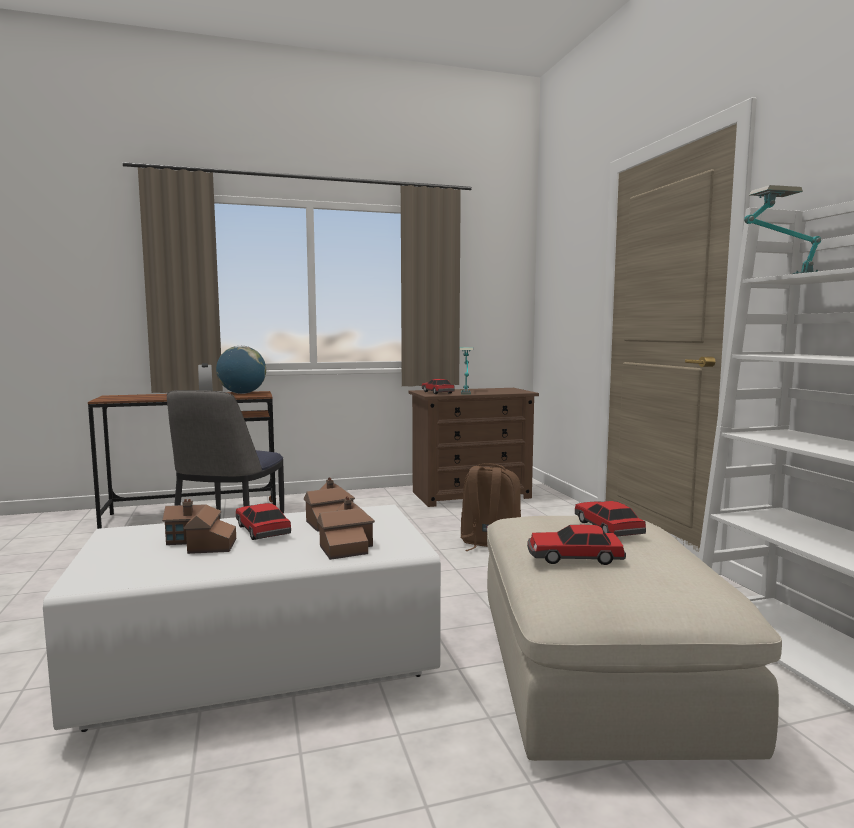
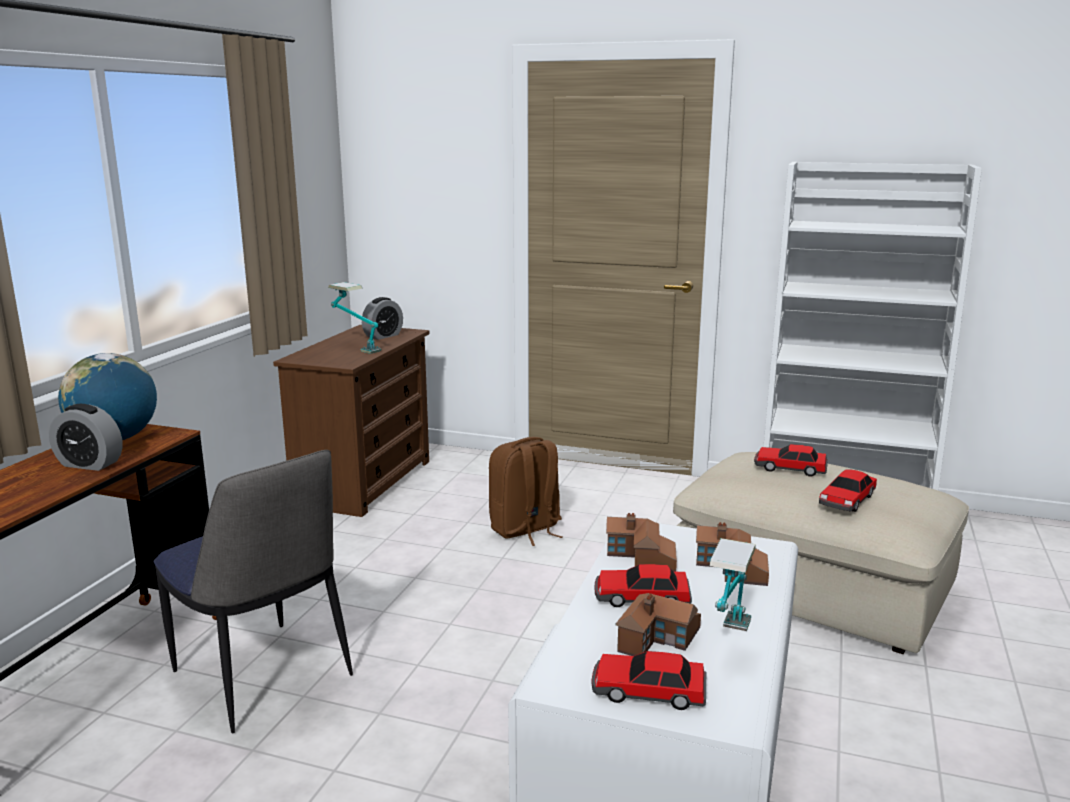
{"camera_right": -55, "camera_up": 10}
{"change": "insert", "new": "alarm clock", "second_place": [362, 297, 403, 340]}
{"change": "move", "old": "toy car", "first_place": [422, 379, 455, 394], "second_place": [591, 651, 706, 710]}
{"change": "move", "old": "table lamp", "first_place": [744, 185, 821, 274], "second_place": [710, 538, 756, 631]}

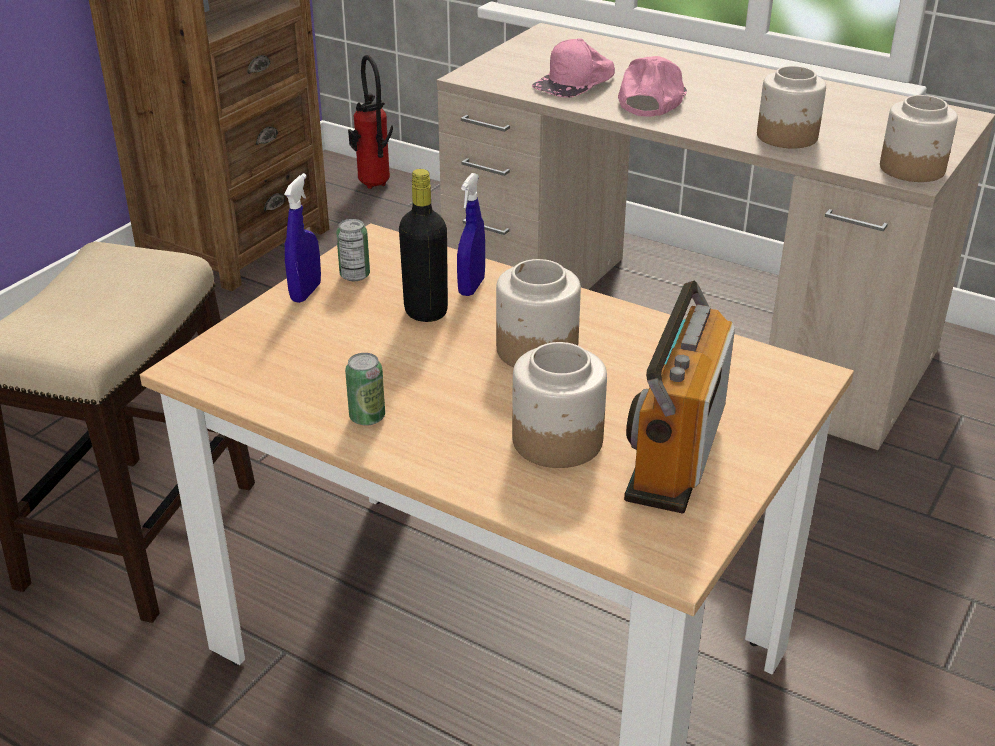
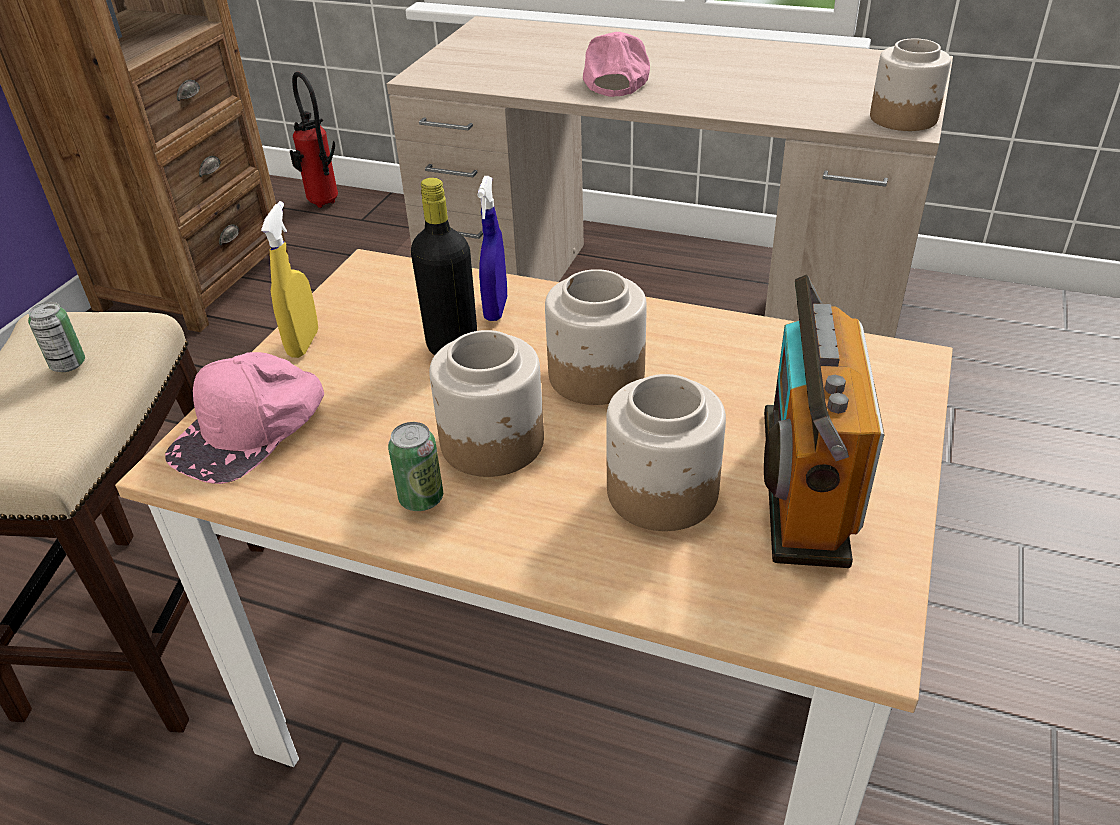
{"camera_right": -10, "camera_up": 5}
{"change": "move", "old": "can", "first_place": [336, 219, 370, 281], "second_place": [28, 302, 85, 372]}
{"change": "move", "old": "cap/pink", "first_place": [532, 38, 615, 98], "second_place": [165, 352, 324, 484]}
{"change": "recolor", "old": "spray bottle/blue", "new": "spray bottle/yellow", "first_place": [284, 173, 321, 303], "second_place": [261, 201, 318, 358]}
{"change": "move", "old": "jar", "first_place": [757, 66, 826, 148], "second_place": [429, 330, 544, 477]}

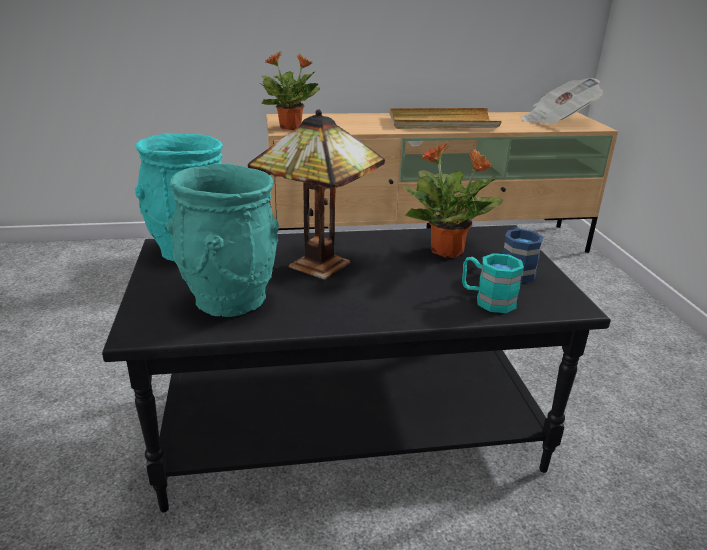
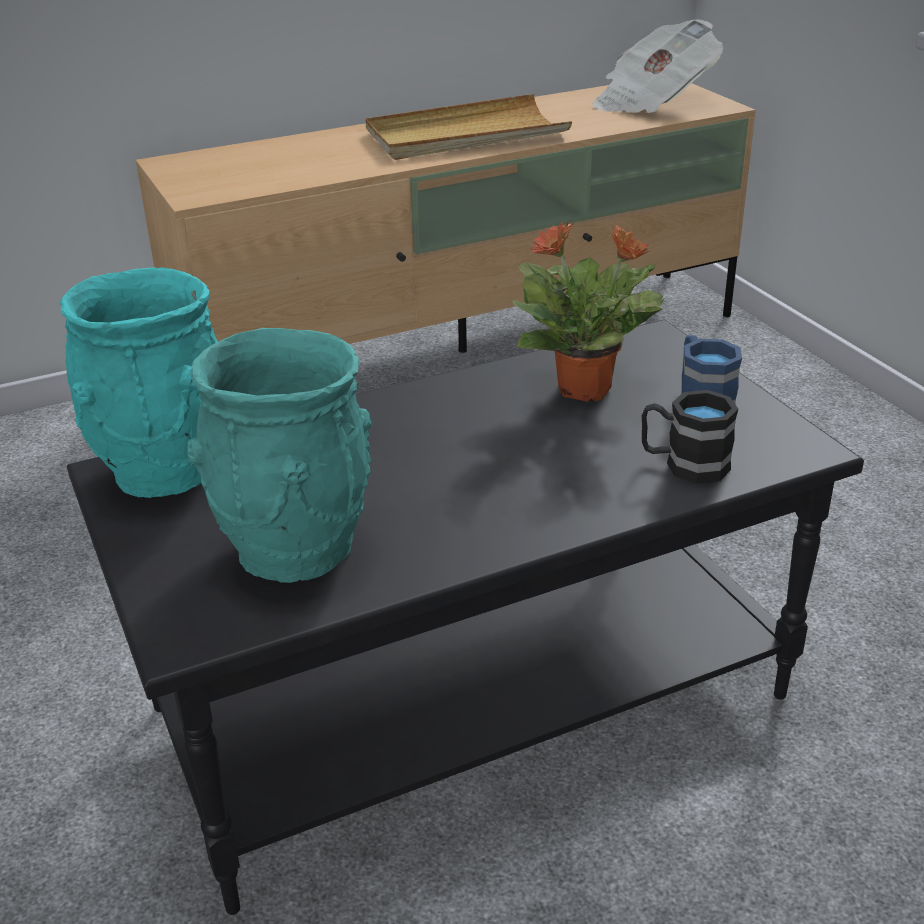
{"camera_right": -15, "camera_up": 5}
{"change": "recolor", "old": "mug/turquoise", "new": "mug/black", "first_place": [462, 253, 524, 313], "second_place": [642, 390, 738, 484]}
{"change": "delete", "old": "table lamp", "first_place": [248, 109, 385, 280]}
{"change": "delete", "old": "potted plant", "first_place": [260, 51, 320, 130]}

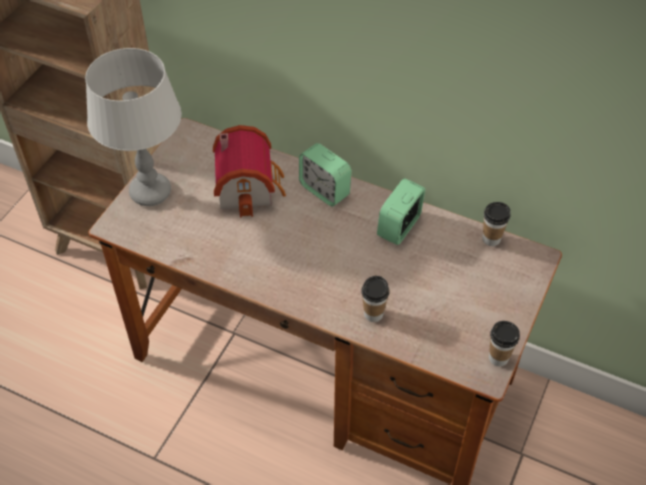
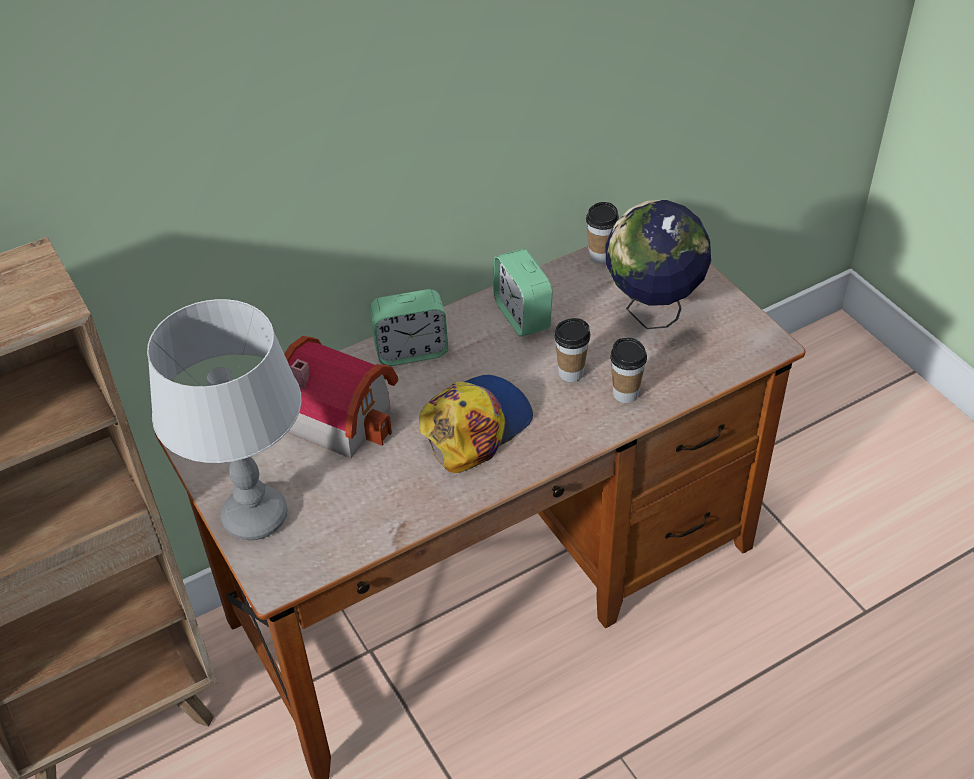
{"camera_right": -55, "camera_up": -5}
{"change": "insert", "new": "cap", "second_place": [419, 375, 533, 473]}
{"change": "move", "old": "cup", "first_place": [489, 321, 520, 367], "second_place": [554, 318, 590, 382]}
{"change": "insert", "new": "globe", "second_place": [605, 200, 711, 329]}

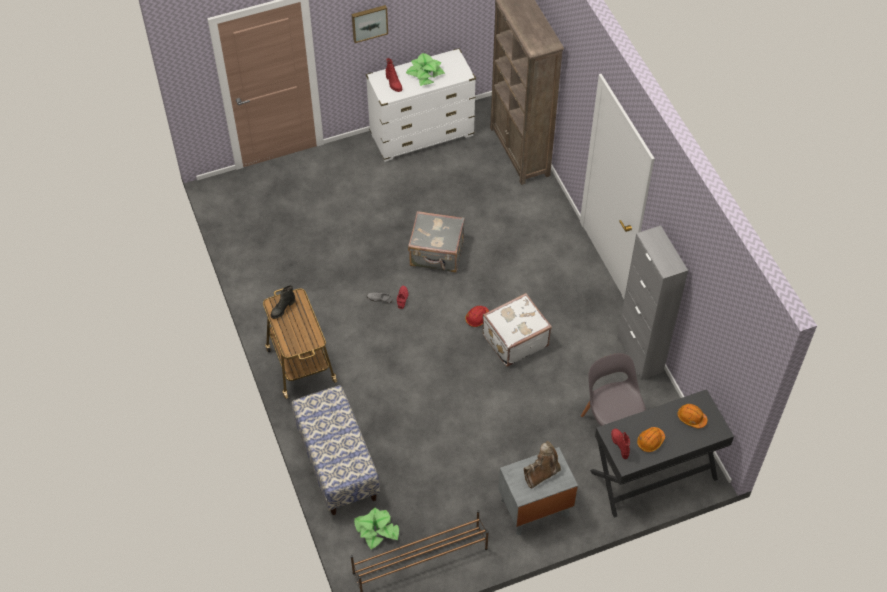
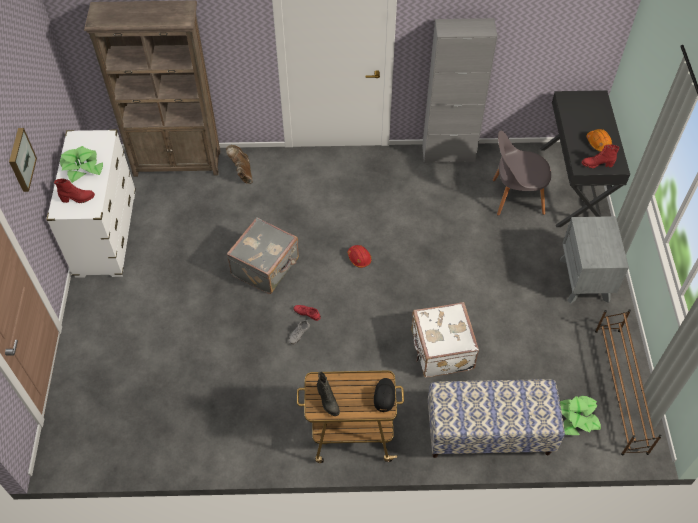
{"camera_right": -70, "camera_up": 0}
{"change": "move", "old": "boot/brown", "first_place": [524, 441, 561, 488], "second_place": [226, 145, 253, 184]}
{"change": "insert", "new": "cap/black", "second_place": [374, 378, 395, 412]}
{"change": "move", "old": "suitcase/white", "first_place": [483, 293, 552, 366], "second_place": [411, 302, 479, 377]}
{"change": "delete", "old": "hard hat/orange", "first_place": [677, 404, 708, 428]}

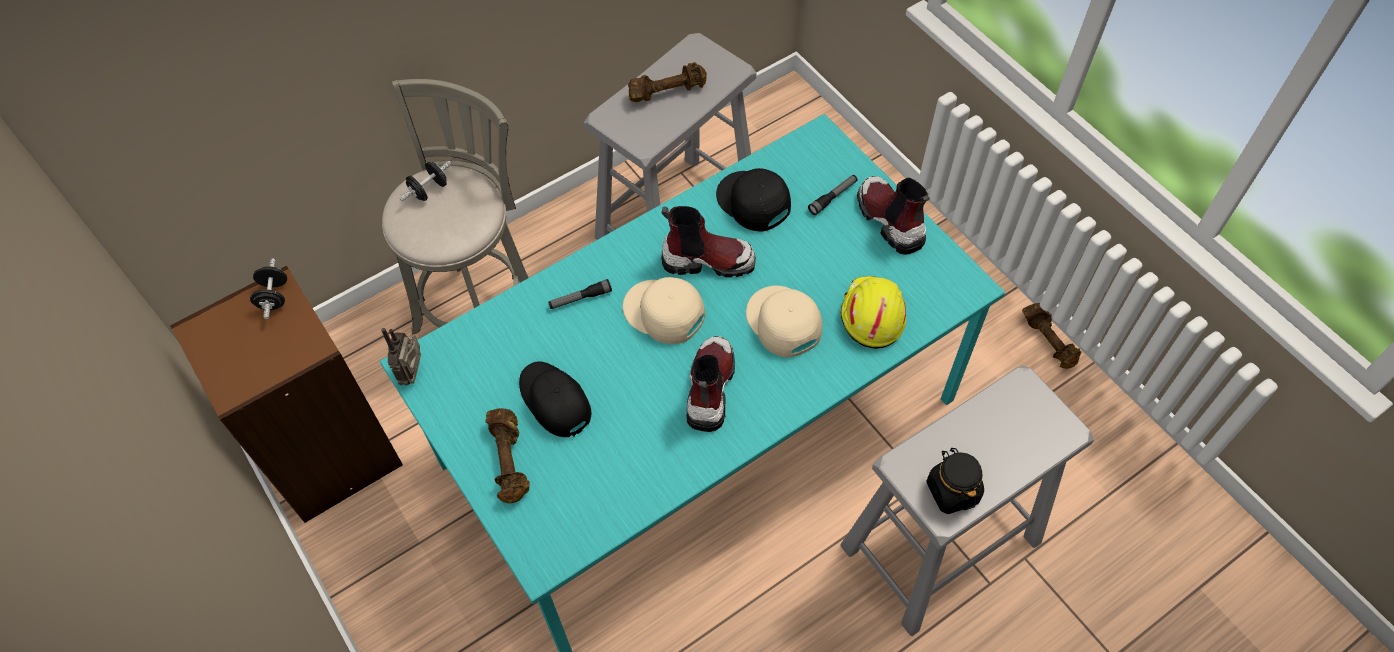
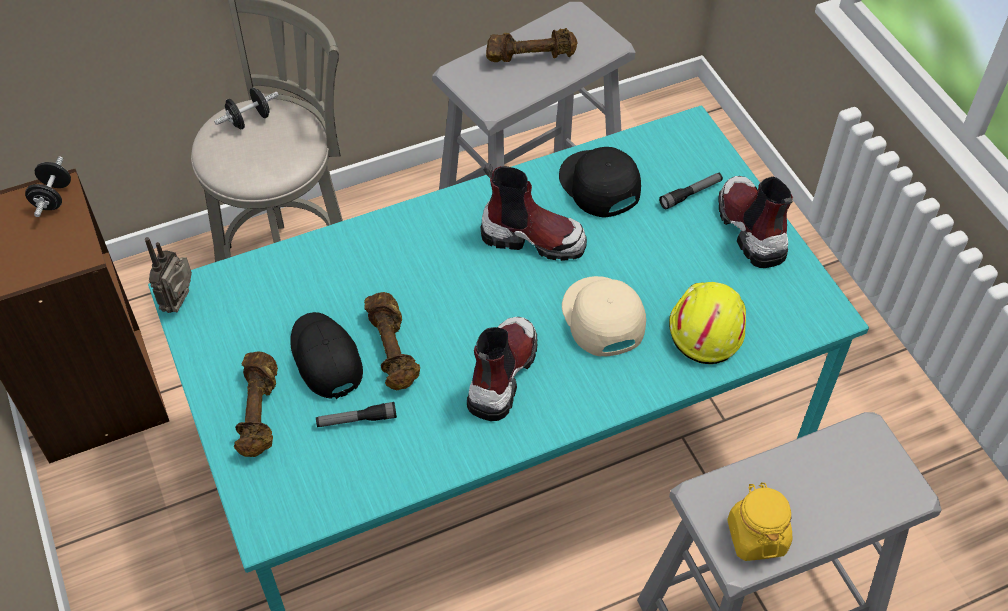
{"camera_right": 10, "camera_up": -5}
{"change": "move", "old": "flashlight", "first_place": [548, 279, 612, 309], "second_place": [316, 402, 397, 427]}
{"change": "move", "old": "dumbbell/brown", "first_place": [1022, 303, 1081, 369], "second_place": [364, 292, 420, 390]}
{"change": "recolor", "old": "jar/black", "new": "jar/yellow", "first_place": [926, 448, 984, 514], "second_place": [727, 483, 792, 561]}
{"change": "delete", "old": "cap/beige", "first_place": [623, 277, 705, 344]}

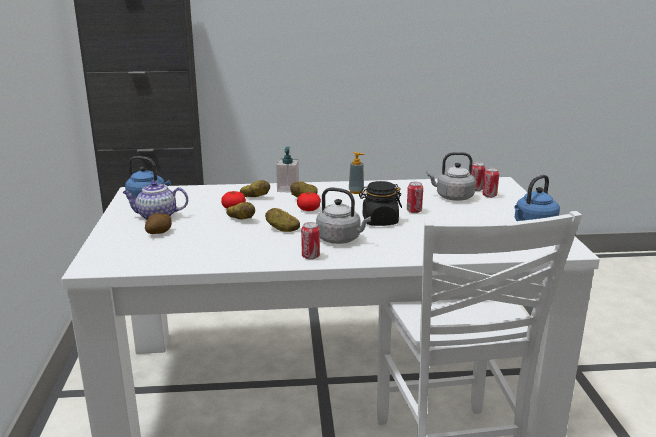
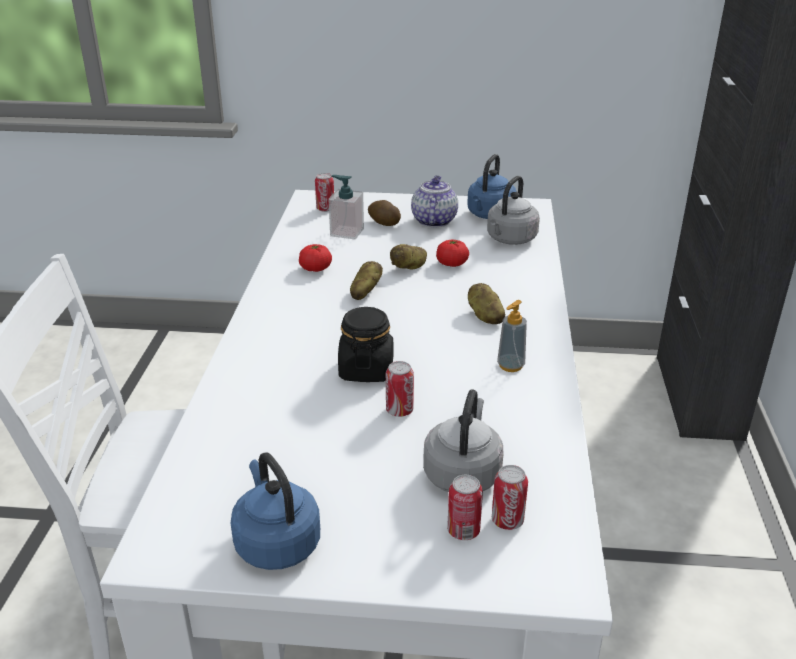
{"camera_right": 100, "camera_up": 10}
{"change": "move", "old": "tomato", "first_place": [297, 192, 321, 211], "second_place": [299, 244, 332, 272]}
{"change": "move", "old": "can", "first_place": [301, 222, 320, 260], "second_place": [315, 173, 334, 212]}
{"change": "move", "old": "soap dispenser", "first_place": [276, 147, 299, 193], "second_place": [328, 175, 364, 239]}
{"change": "move", "old": "kettle/grey", "first_place": [316, 187, 371, 244], "second_place": [487, 176, 540, 245]}
{"change": "delete", "old": "potato", "first_place": [240, 180, 270, 197]}

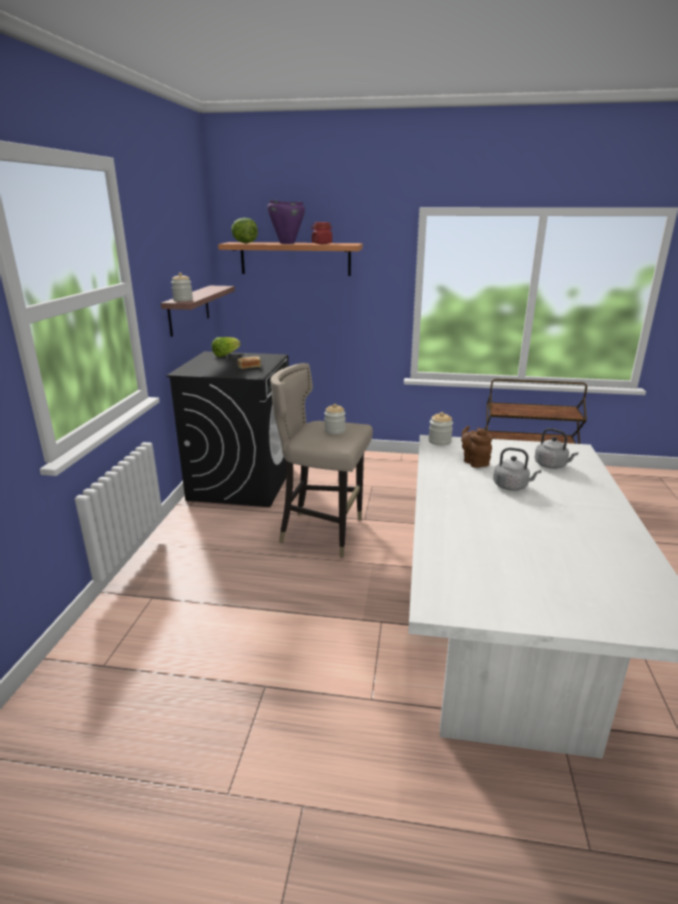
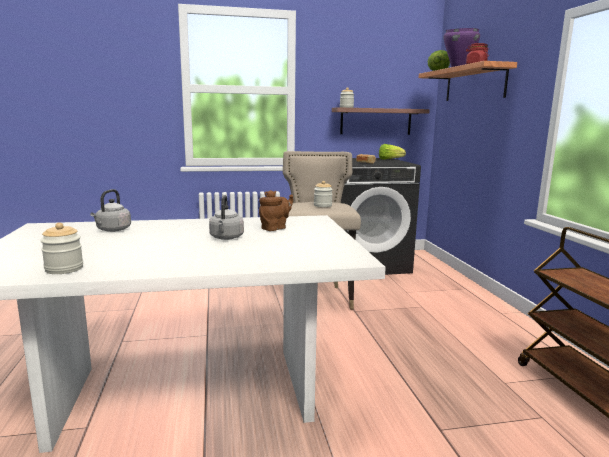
{"camera_right": 70, "camera_up": -10}
{"change": "move", "old": "jar", "first_place": [428, 412, 453, 446], "second_place": [40, 222, 83, 274]}
{"change": "move", "old": "kettle/grey", "first_place": [535, 428, 578, 469], "second_place": [90, 189, 131, 232]}

